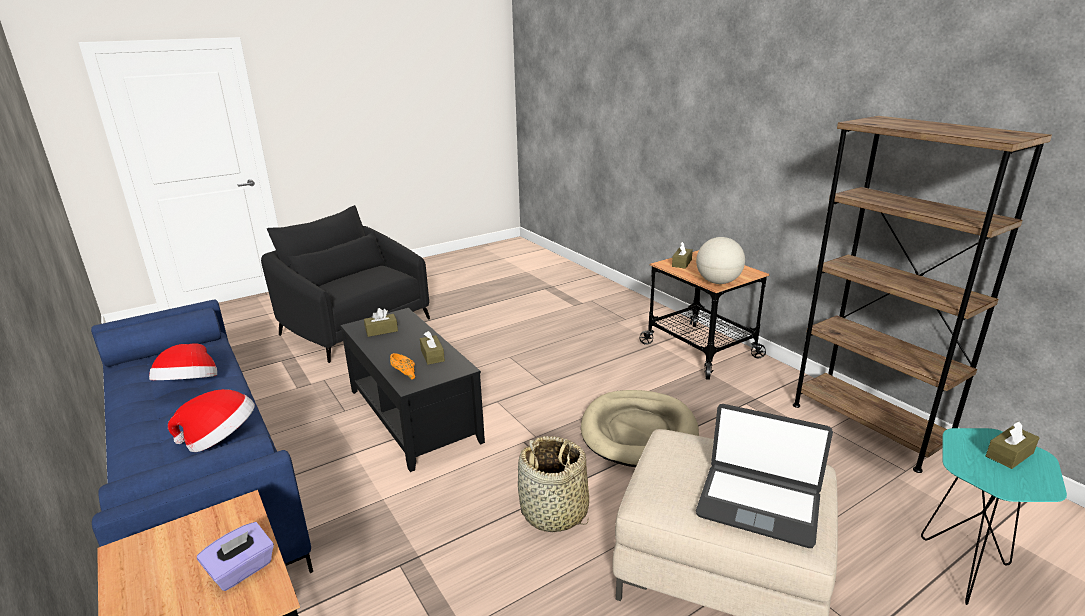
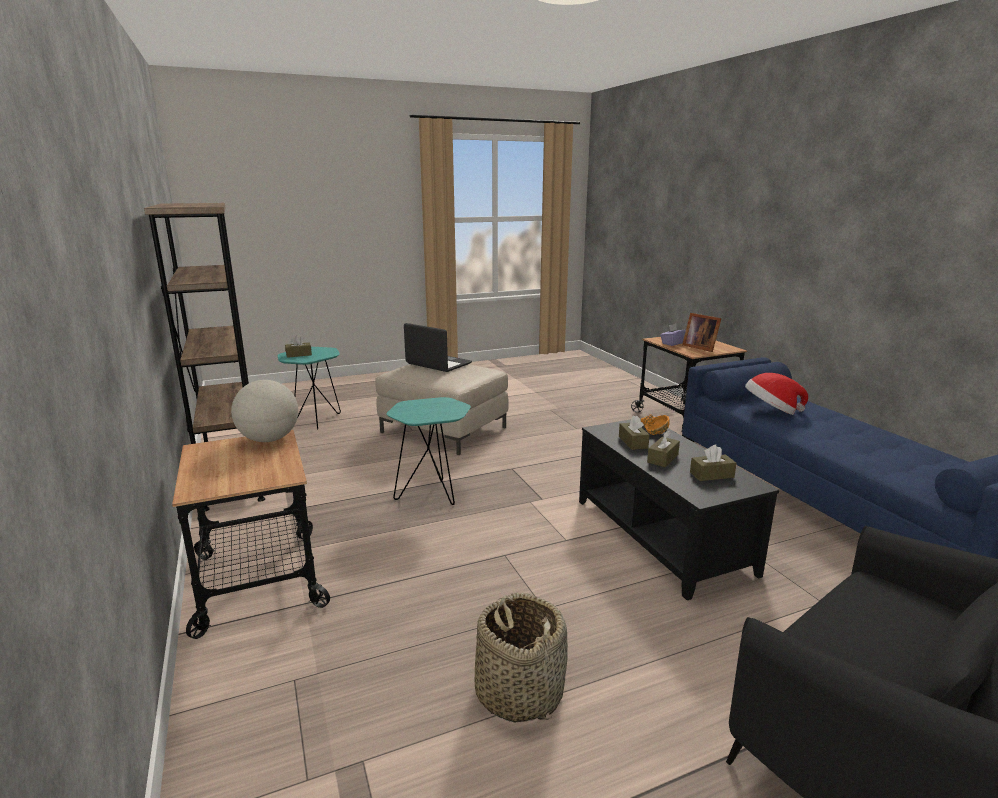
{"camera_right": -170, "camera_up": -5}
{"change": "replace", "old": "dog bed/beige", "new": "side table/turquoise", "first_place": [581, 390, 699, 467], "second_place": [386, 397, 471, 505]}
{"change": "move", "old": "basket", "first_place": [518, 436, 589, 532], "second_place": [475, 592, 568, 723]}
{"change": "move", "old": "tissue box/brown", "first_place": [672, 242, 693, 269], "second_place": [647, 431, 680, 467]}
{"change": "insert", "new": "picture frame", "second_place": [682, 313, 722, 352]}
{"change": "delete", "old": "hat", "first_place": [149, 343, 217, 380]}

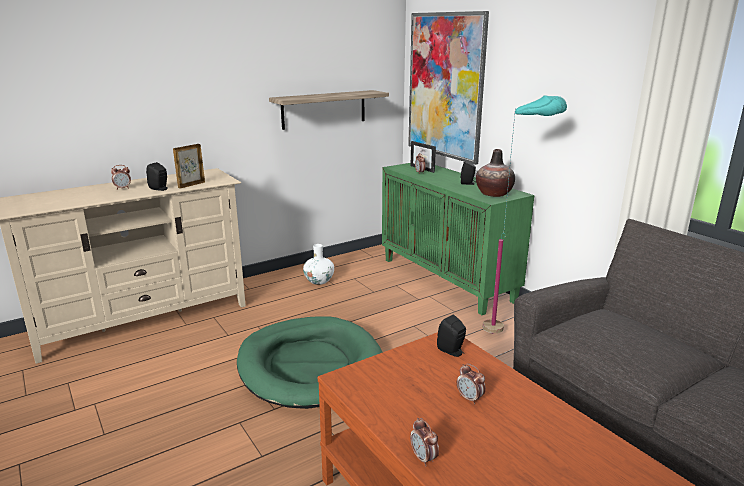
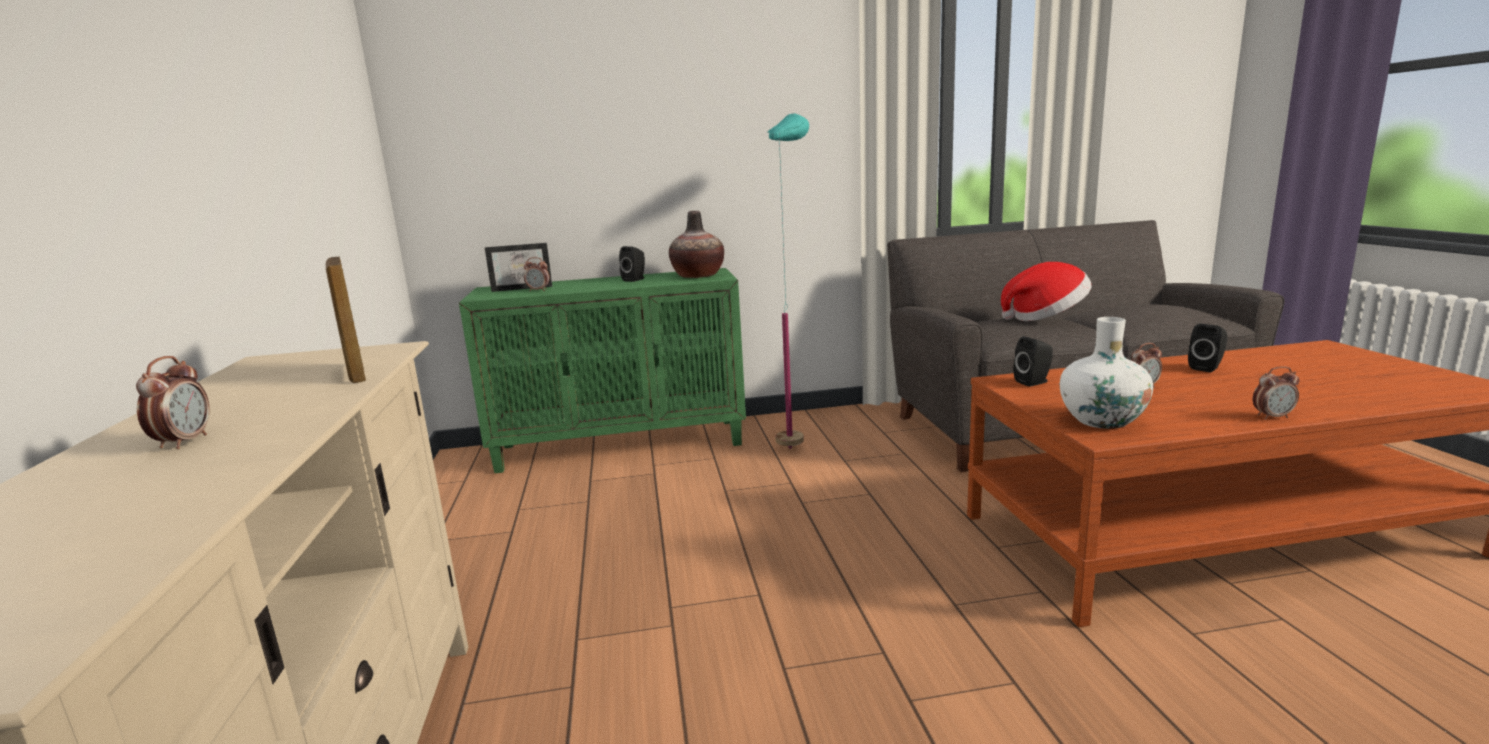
{"camera_right": -65, "camera_up": -5}
{"change": "insert", "new": "hat", "second_place": [1001, 262, 1091, 321]}
{"change": "move", "old": "vase/white", "first_place": [303, 244, 334, 285], "second_place": [1060, 317, 1153, 429]}
{"change": "move", "old": "speaker/black", "first_place": [146, 162, 167, 191], "second_place": [1188, 324, 1227, 373]}
{"change": "delete", "old": "dog bed/green", "first_place": [237, 317, 383, 409]}
{"change": "delete", "old": "shelf", "first_place": [269, 90, 389, 130]}
{"change": "delete", "old": "picture", "first_place": [408, 11, 489, 165]}

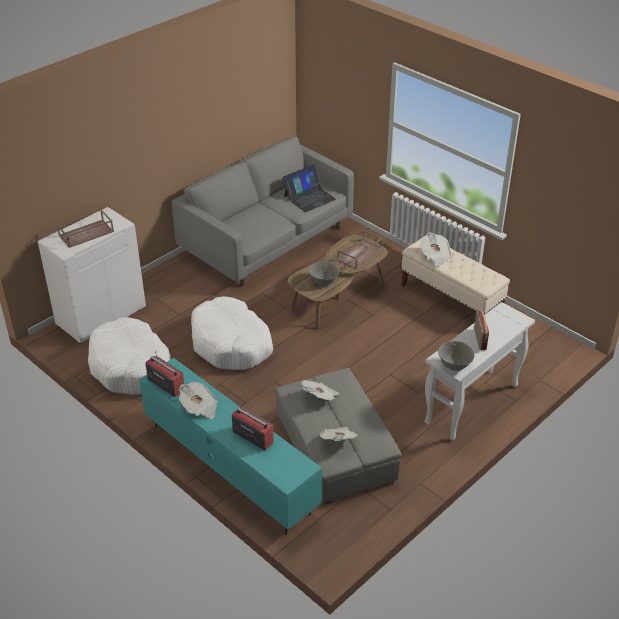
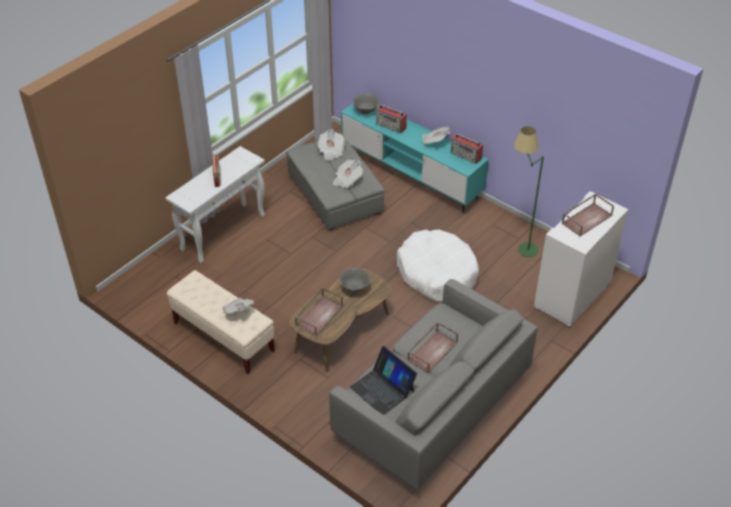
{"camera_right": 175, "camera_up": 5}
{"change": "rotate", "old": "laptop", "first_place": [283, 164, 336, 212], "second_place": [350, 346, 417, 415], "degrees": -90}
{"change": "move", "old": "bowl/grey", "first_place": [438, 341, 475, 371], "second_place": [353, 94, 379, 114]}
{"change": "insert", "new": "tray/brown", "second_place": [407, 322, 458, 373]}
{"change": "replace", "old": "dog bed/white", "new": "floor lamp/green", "first_place": [88, 317, 171, 395], "second_place": [514, 126, 544, 257]}

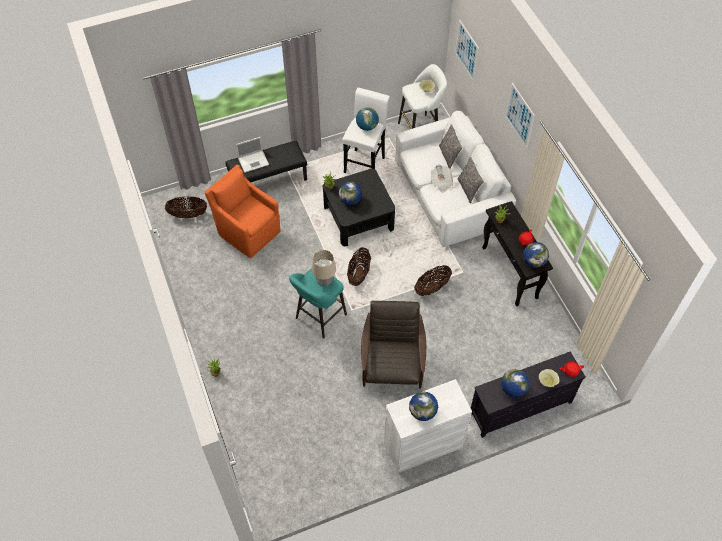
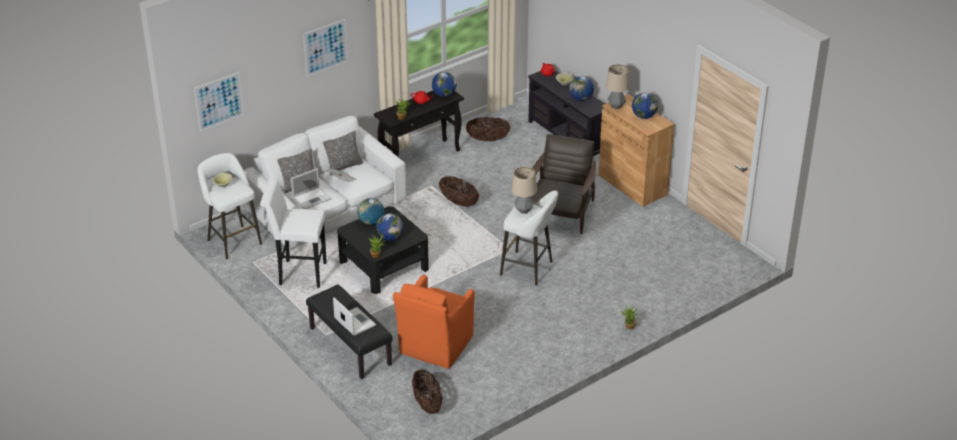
{"camera_right": -105, "camera_up": -20}
{"change": "insert", "new": "laptop", "second_place": [291, 168, 331, 209]}
{"change": "move", "old": "globe", "first_place": [356, 107, 379, 131], "second_place": [357, 198, 385, 225]}
{"change": "move", "old": "basket", "first_place": [347, 247, 371, 286], "second_place": [466, 117, 510, 141]}
{"change": "recolor", "old": "stool/turquoise", "new": "stool/white", "first_place": [289, 268, 347, 339], "second_place": [500, 191, 558, 285]}
{"change": "rotate", "old": "armchair/brown", "first_place": [361, 301, 426, 389], "second_place": [531, 134, 596, 234], "degrees": 120}
{"change": "recolor", "old": "cabinet/white", "new": "cabinet/brown", "first_place": [384, 379, 472, 473], "second_place": [598, 94, 675, 207]}
{"change": "insert", "new": "table lamp", "second_place": [606, 64, 630, 109]}

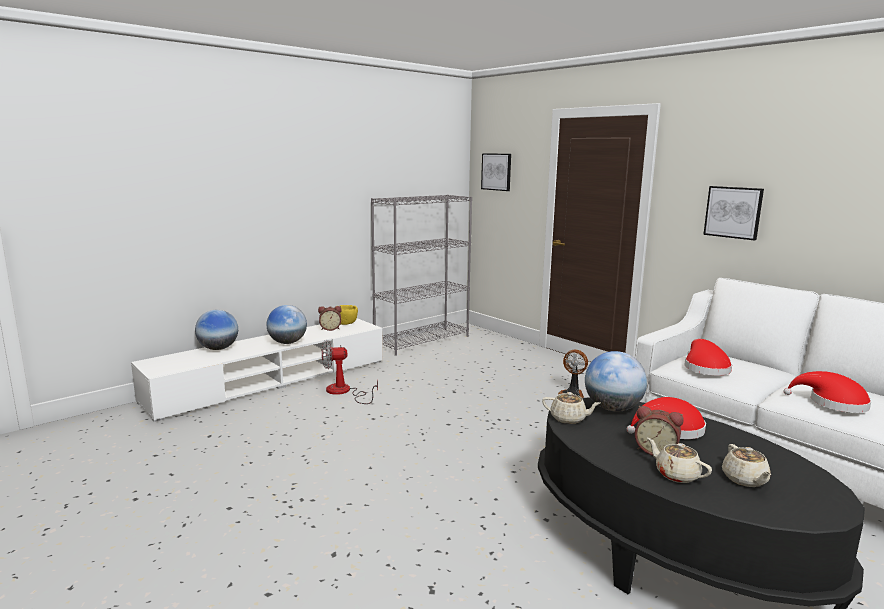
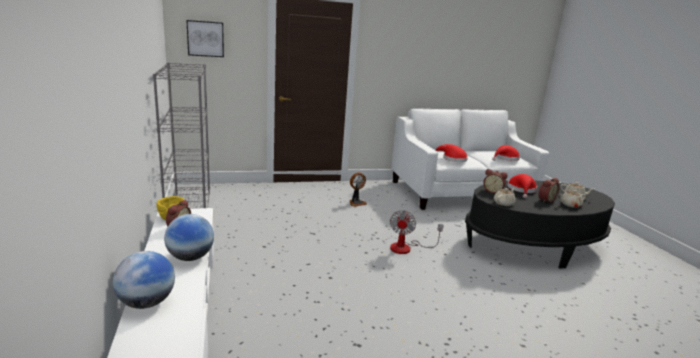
{"camera_right": -65, "camera_up": 5}
{"change": "move", "old": "fan", "first_place": [322, 340, 378, 404], "second_place": [390, 210, 443, 254]}
{"change": "replace", "old": "globe", "new": "alarm clock", "first_place": [585, 351, 647, 412], "second_place": [483, 169, 508, 193]}
{"change": "delete", "old": "picture", "first_place": [703, 186, 764, 240]}

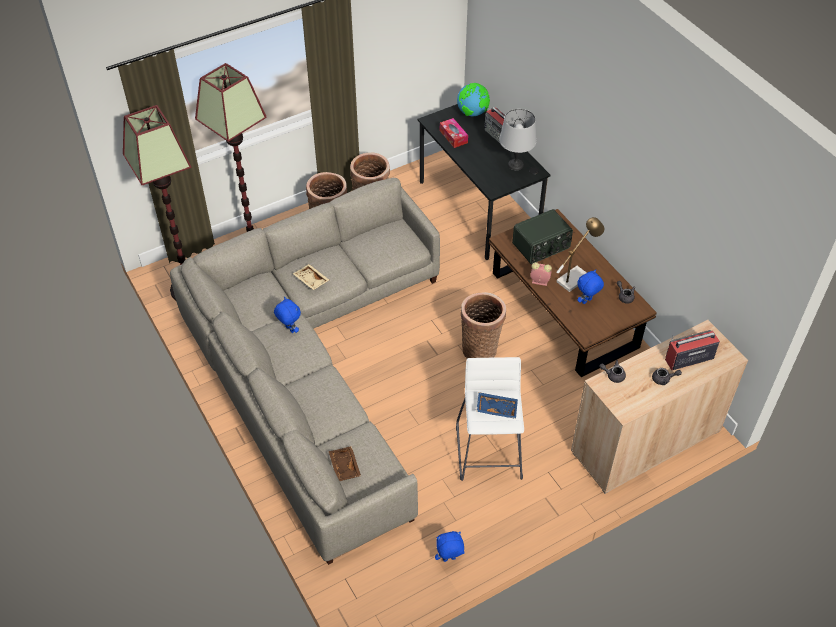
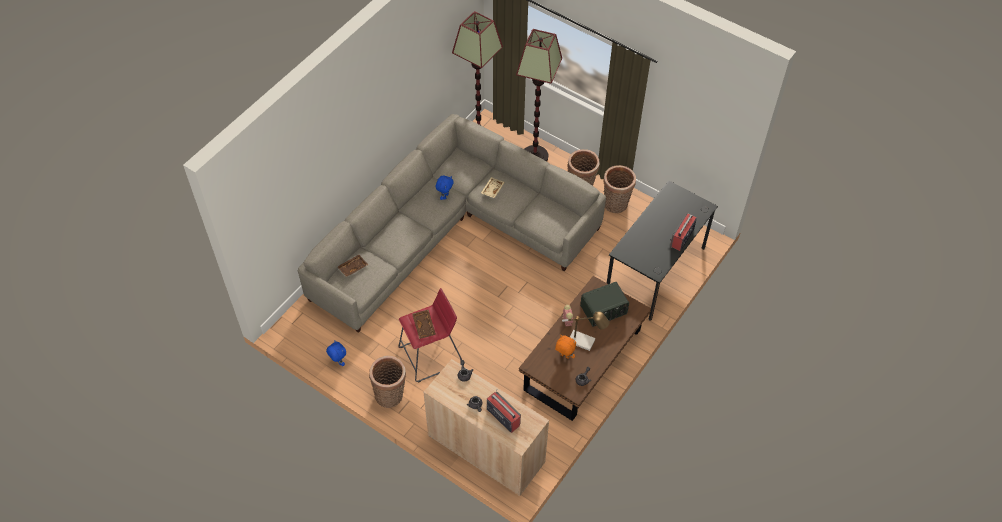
{"camera_right": 65, "camera_up": 5}
{"change": "move", "old": "basket", "first_place": [461, 292, 506, 358], "second_place": [369, 356, 406, 408]}
{"change": "recolor", "old": "stool/white", "new": "stool/red", "first_place": [456, 357, 524, 481], "second_place": [398, 288, 462, 383]}
{"change": "recolor", "old": "tray/blue", "new": "tray/brown", "first_place": [476, 392, 518, 419], "second_place": [412, 310, 436, 339]}
{"change": "recolor", "old": "plush toy/blue", "new": "plush toy/orange", "first_place": [577, 269, 604, 304], "second_place": [555, 335, 576, 359]}
{"change": "rotate", "old": "radio", "first_place": [512, 209, 573, 264], "second_place": [580, 282, 629, 327], "degrees": -60}
{"change": "delete", "old": "tissue box", "first_place": [440, 118, 468, 148]}
{"change": "delete", "old": "globe", "first_place": [457, 83, 490, 116]}
{"change": "delete", "old": "table lamp/grey", "first_place": [499, 109, 537, 170]}

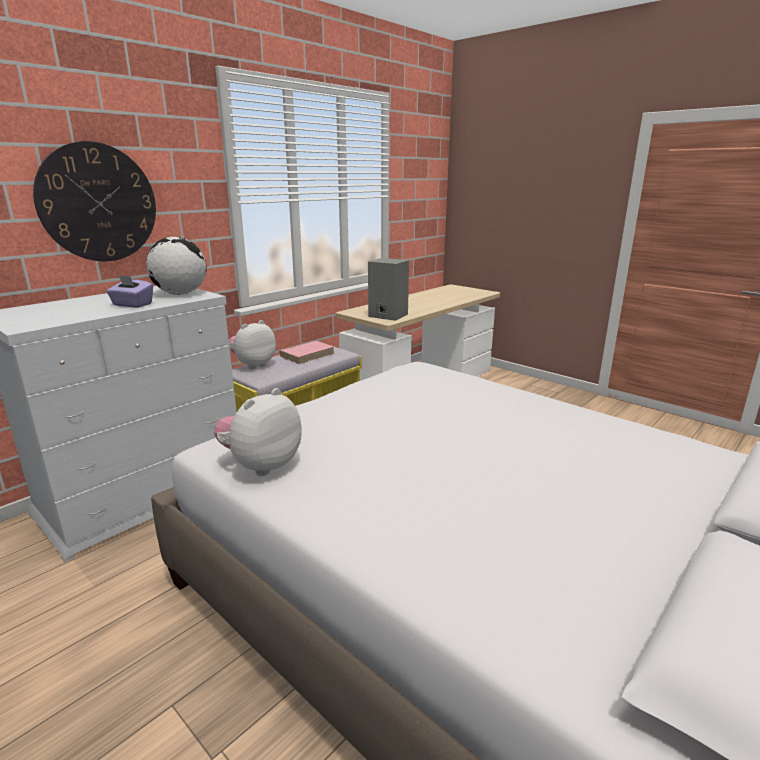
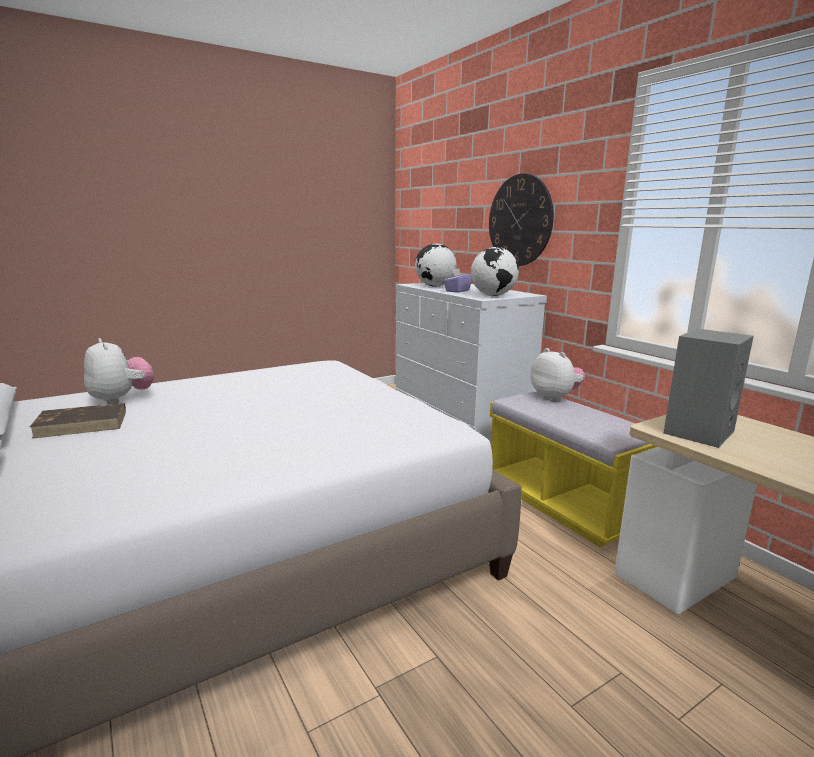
{"camera_right": 105, "camera_up": -5}
{"change": "insert", "new": "book/brown", "second_place": [30, 403, 126, 438]}
{"change": "move", "old": "plush toy", "first_place": [214, 388, 302, 476], "second_place": [84, 338, 154, 404]}
{"change": "insert", "new": "globe", "second_place": [415, 244, 457, 287]}
{"change": "delete", "old": "book/pink", "first_place": [279, 341, 335, 364]}

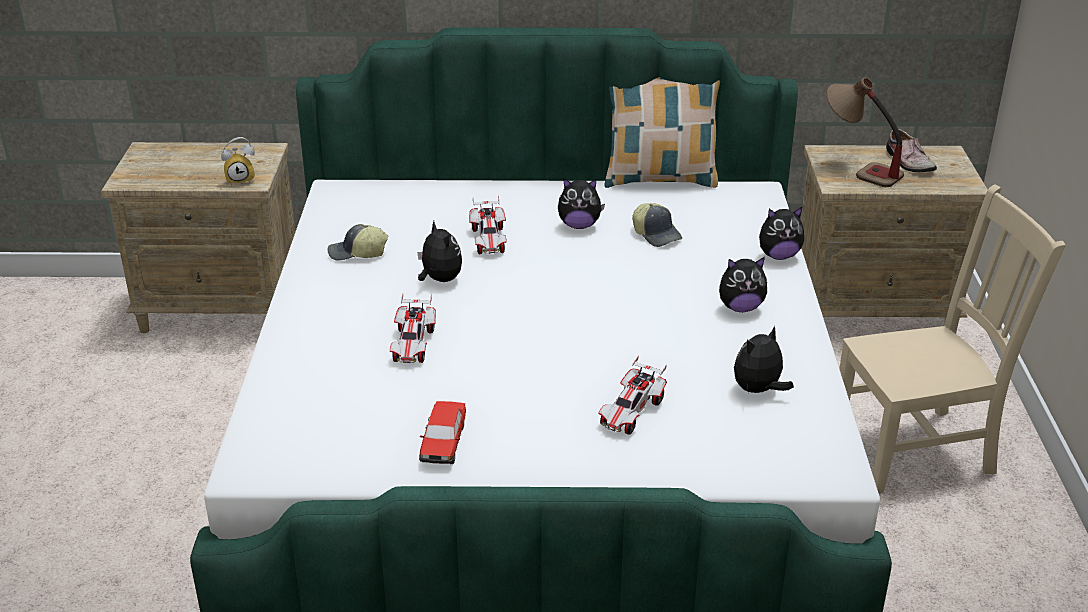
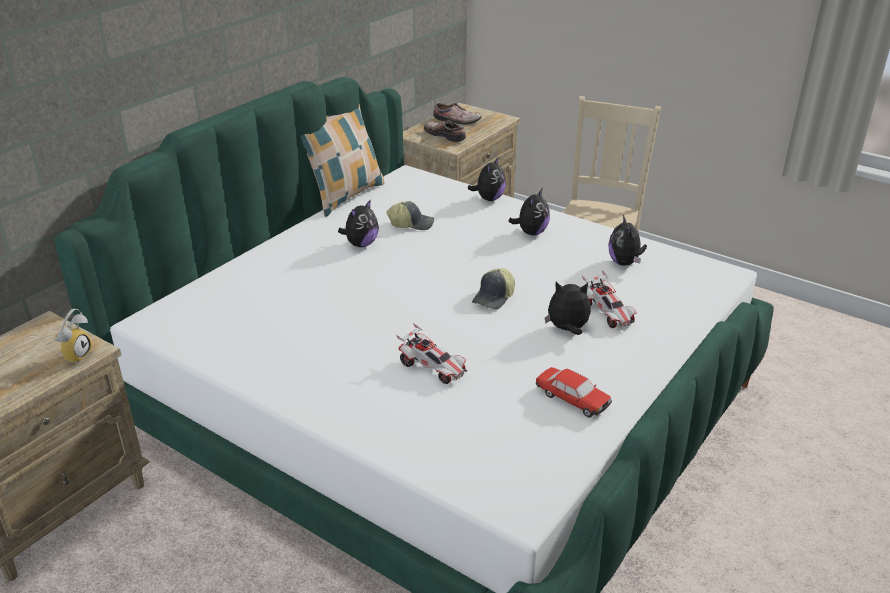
{"camera_right": -55, "camera_up": 0}
{"change": "replace", "old": "table lamp", "new": "shoe", "first_place": [826, 78, 904, 187], "second_place": [424, 120, 466, 142]}
{"change": "move", "old": "cap", "first_place": [328, 224, 388, 261], "second_place": [472, 268, 515, 309]}
{"change": "move", "old": "plush toy", "first_place": [418, 221, 462, 282], "second_place": [545, 282, 591, 335]}
{"change": "delete", "old": "toy car", "first_place": [469, 196, 507, 254]}

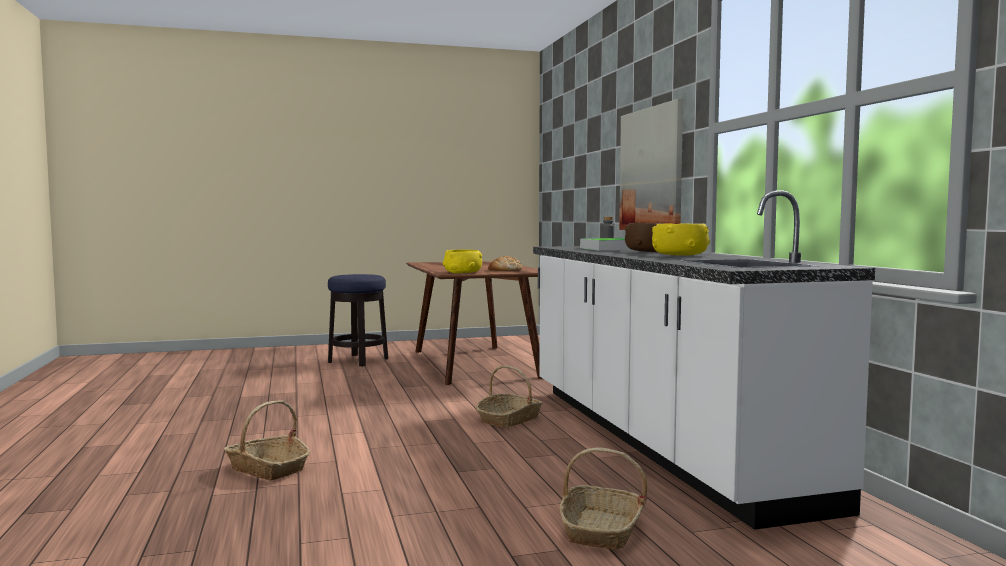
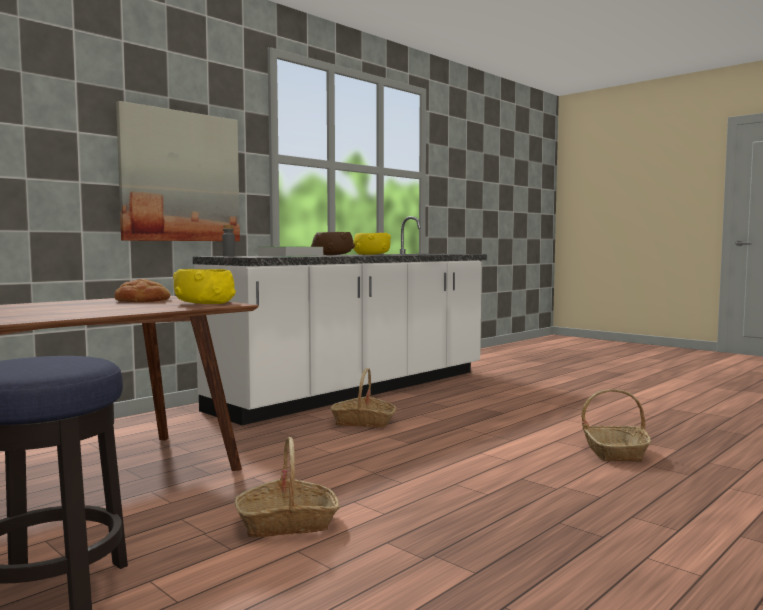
{"camera_right": -120, "camera_up": 0}
{"change": "move", "old": "basket", "first_place": [560, 447, 648, 549], "second_place": [235, 437, 340, 538]}

